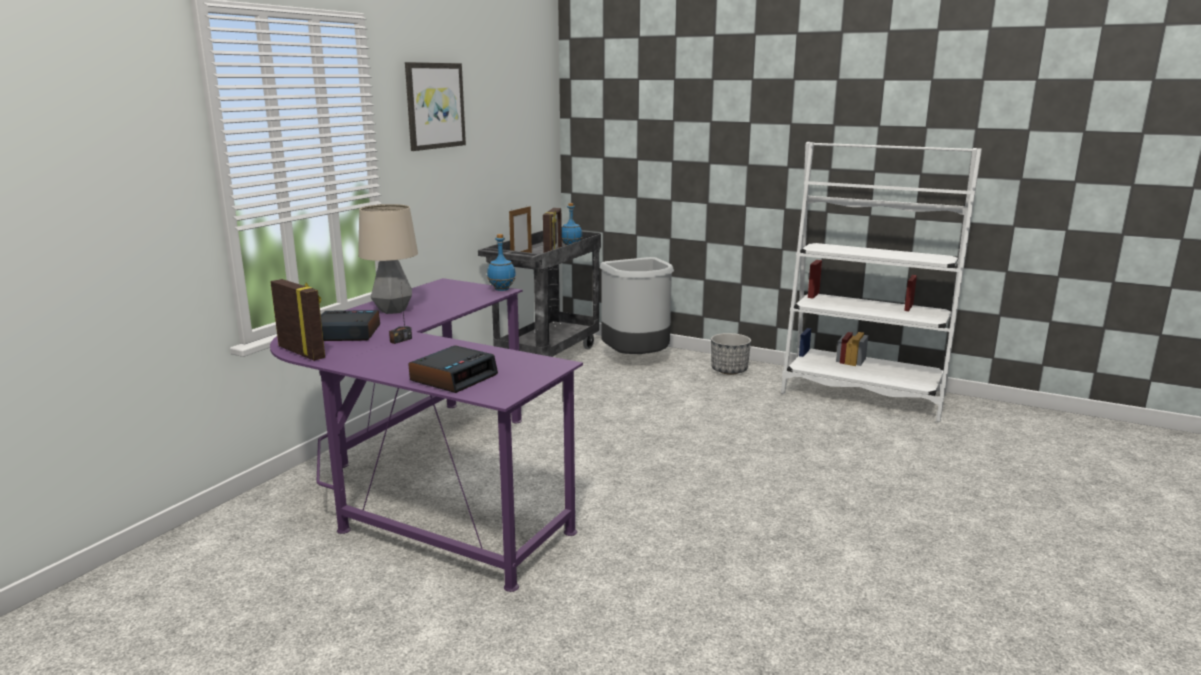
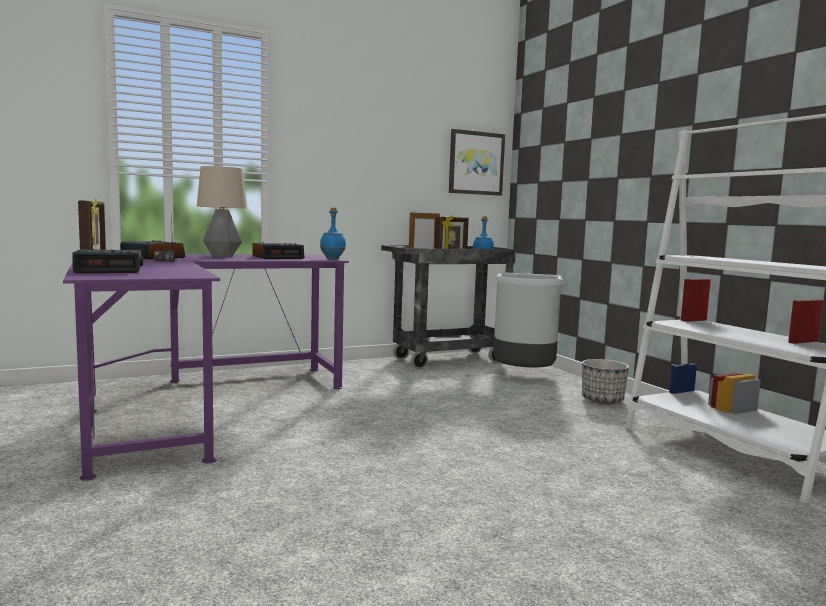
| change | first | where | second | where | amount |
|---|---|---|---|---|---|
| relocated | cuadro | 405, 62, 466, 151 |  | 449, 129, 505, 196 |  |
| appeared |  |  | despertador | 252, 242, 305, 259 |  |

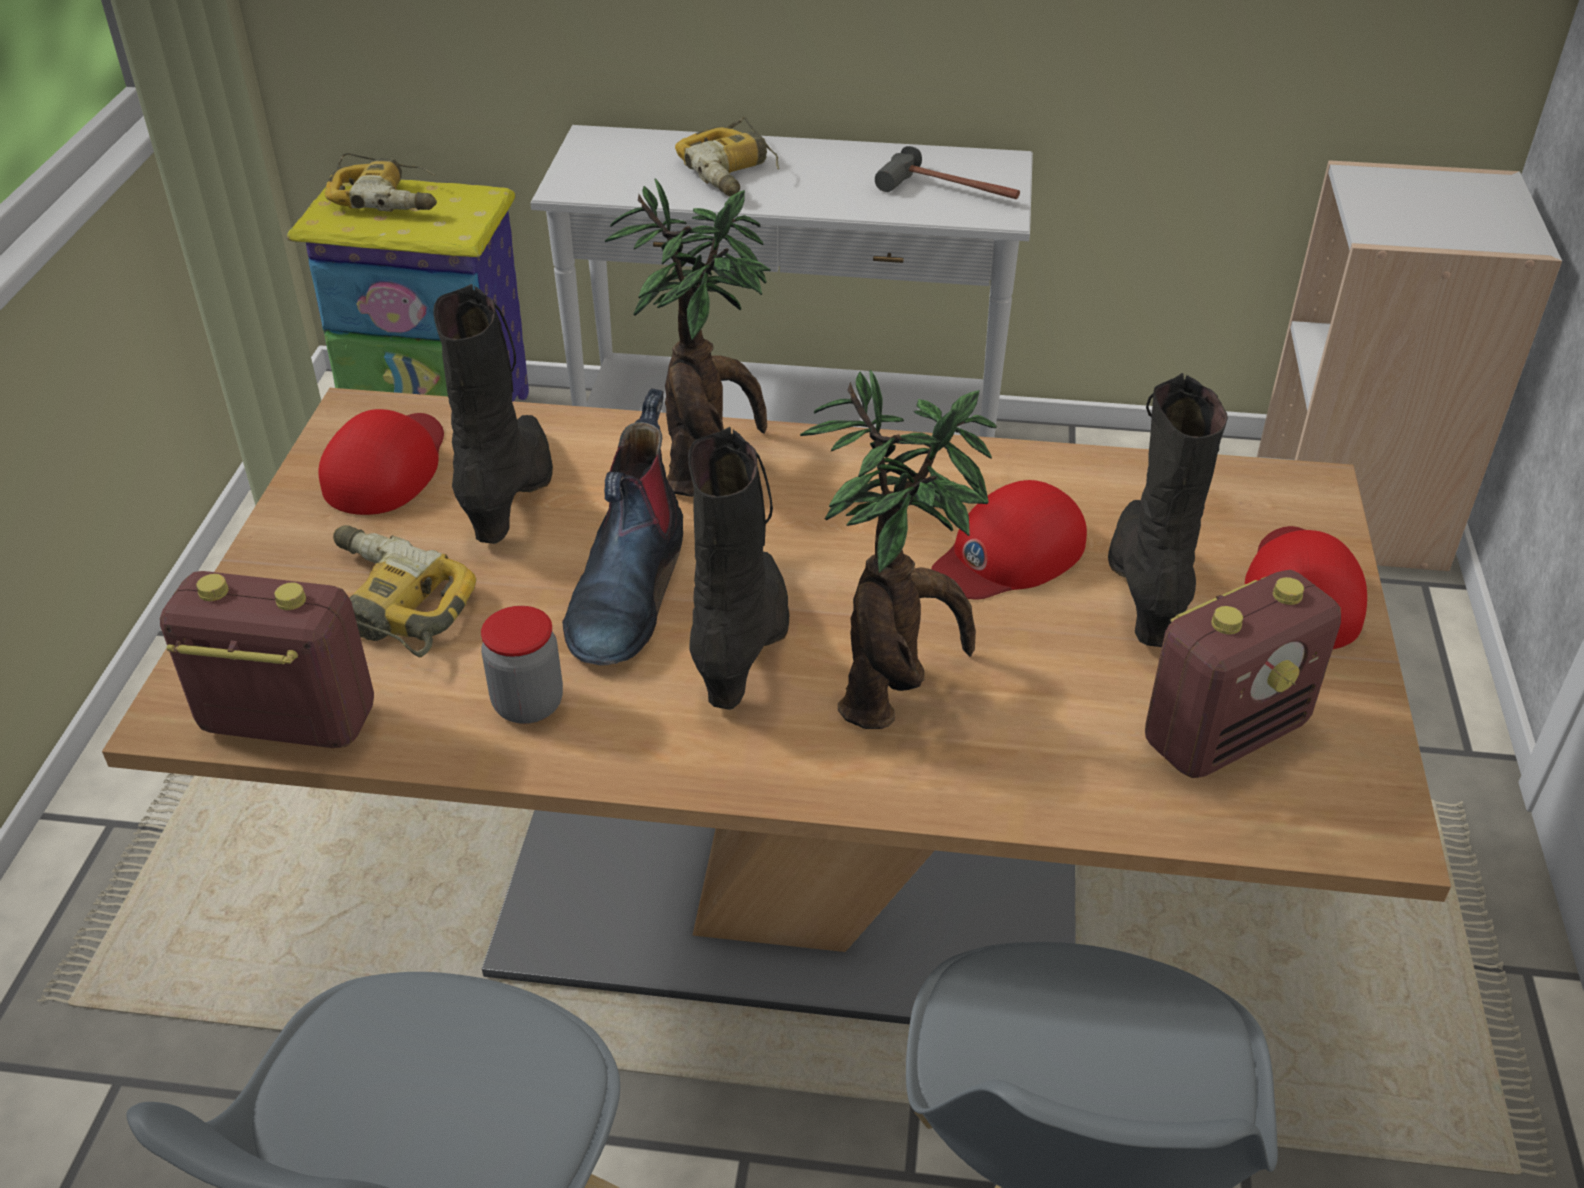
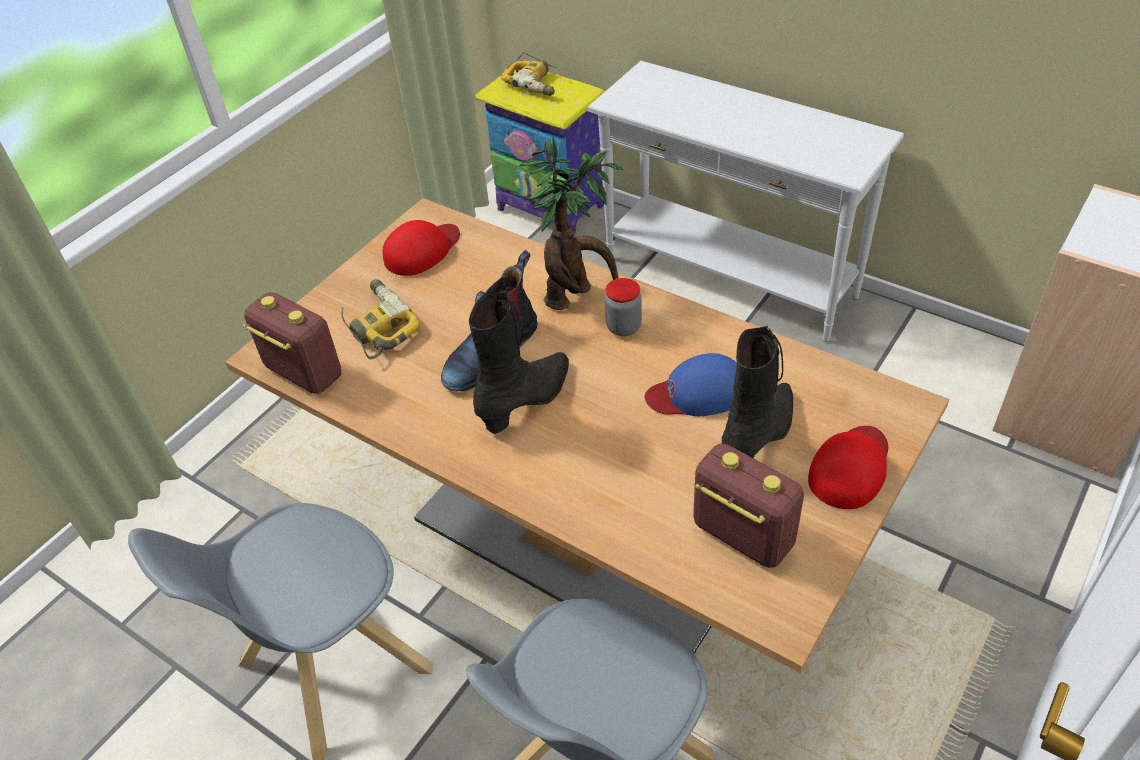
| change | first | where | second | where | amount |
|---|---|---|---|---|---|
| missing | bota [negro] | 433, 284, 553, 544 |  |  |  |
| relocated | tarro | 481, 606, 563, 724 |  | 605, 278, 642, 336 |  |
| missing | taladro | 675, 116, 780, 196 |  |  |  |
| missing | planta en maceta | 800, 370, 997, 729 |  |  |  |
| missing | martillo | 875, 146, 1020, 199 |  |  |  |
| colour | gorra [rojo] | 931, 480, 1087, 599 | gorra [azul] | 645, 353, 737, 416 |  |
| spun | radio | 1145, 570, 1341, 778 |  | 693, 444, 804, 568 | 135 degrees counterclockwise |

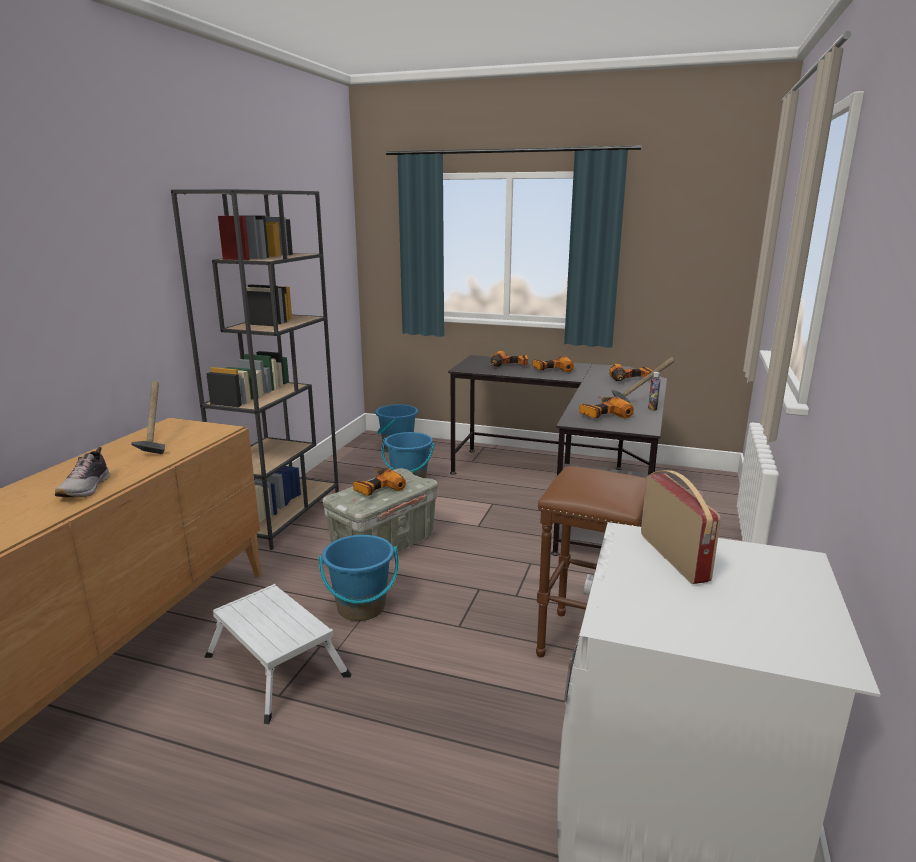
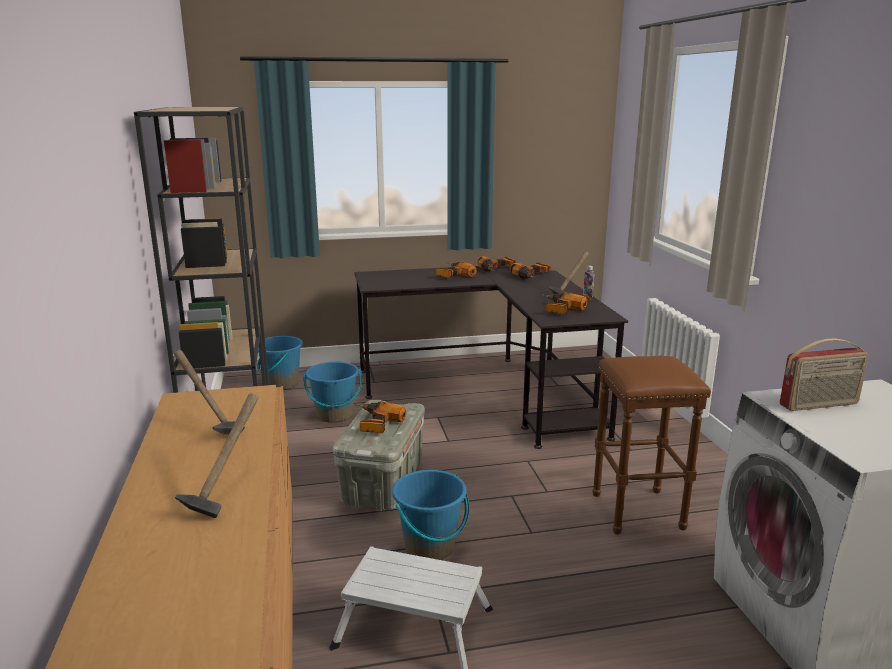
| change | first | where | second | where | amount |
|---|---|---|---|---|---|
| exchanged | zapato | 55, 447, 110, 498 | martillo | 175, 393, 258, 518 |  |
| relocated | taladro | 490, 351, 528, 366 |  | 478, 256, 517, 271 |  |
| spun | radio | 641, 470, 721, 584 |  | 780, 339, 869, 411 | 120 degrees clockwise |

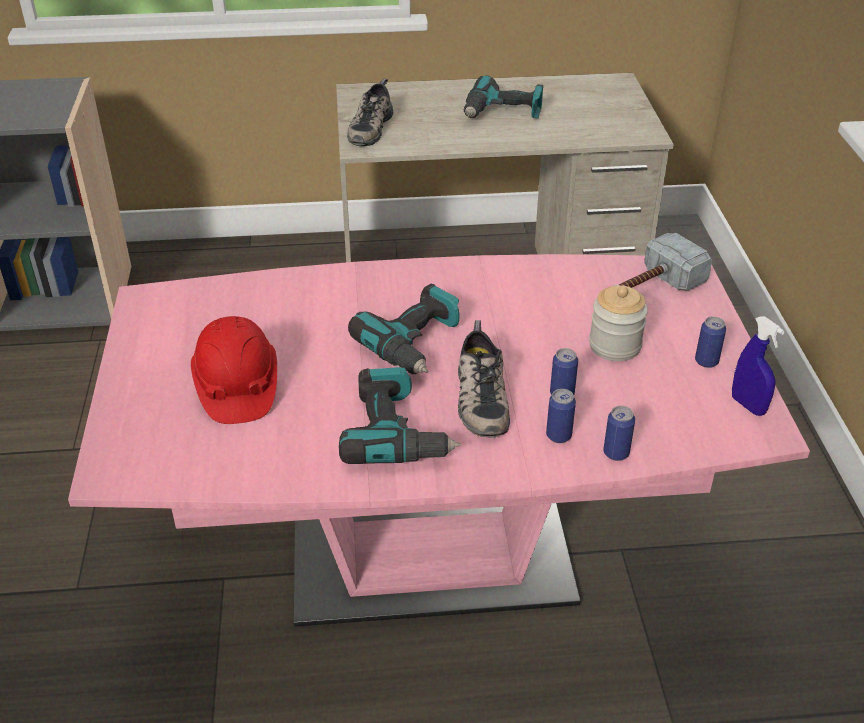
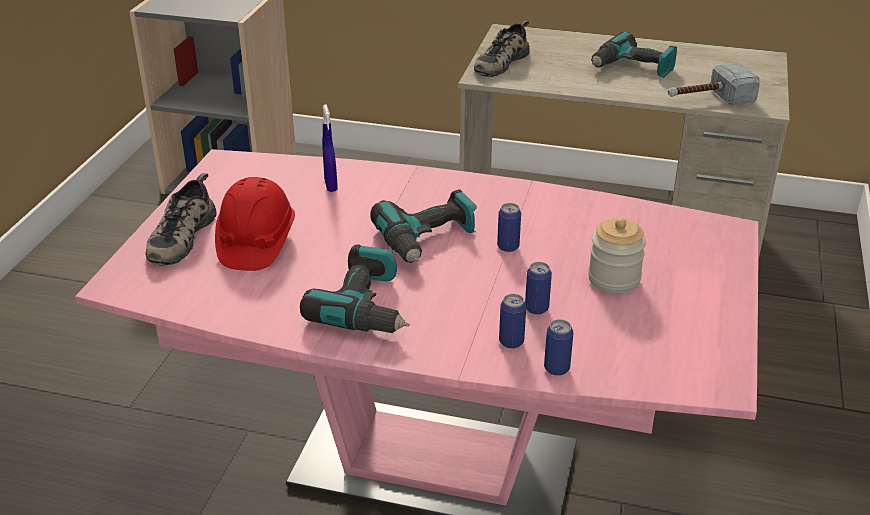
| change | first | where | second | where | amount |
|---|---|---|---|---|---|
| relocated | zapato | 458, 320, 510, 438 |  | 146, 173, 217, 265 |  |
| relocated | martillo | 613, 233, 712, 291 |  | 668, 63, 760, 105 |  |
| relocated | lata | 695, 316, 726, 368 |  | 497, 203, 521, 252 |  |
| relocated | pulverizador [azul] | 732, 316, 785, 416 |  | 322, 104, 338, 192 |  |

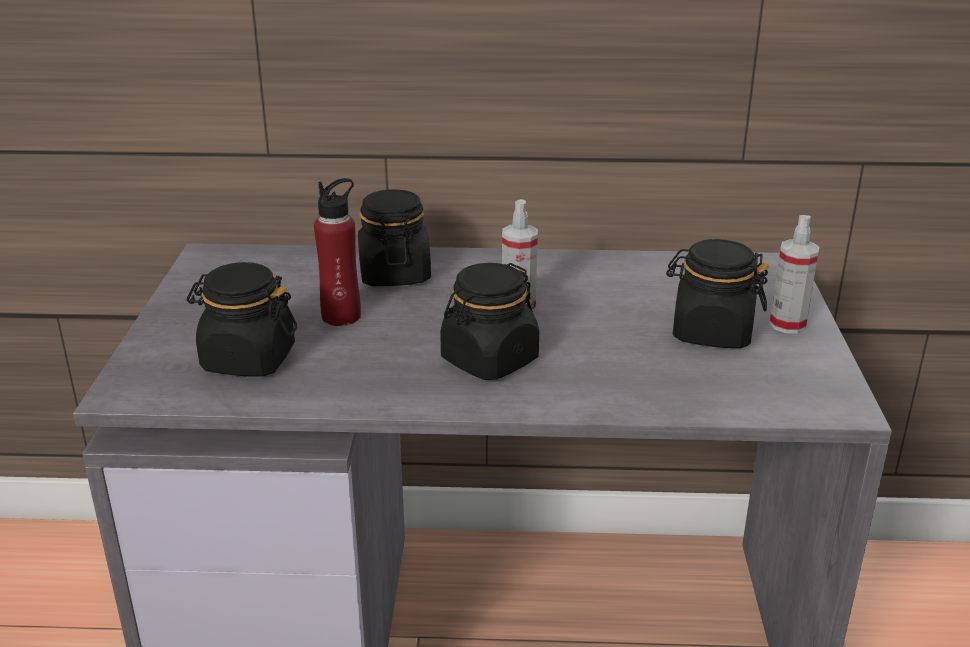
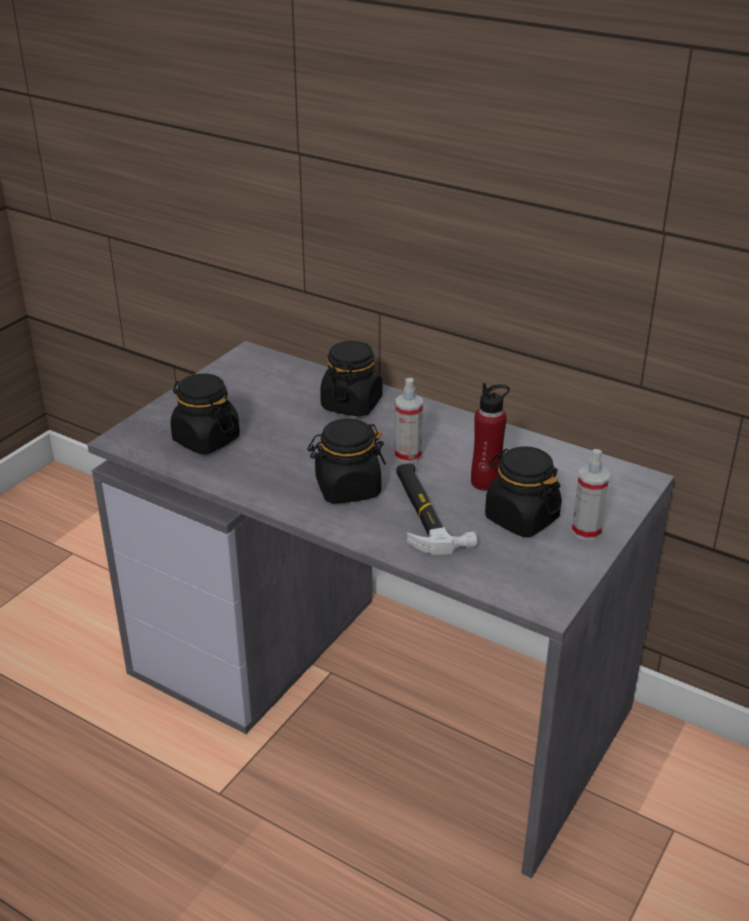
| change | first | where | second | where | amount |
|---|---|---|---|---|---|
| relocated | botella [rojo] | 314, 178, 361, 326 |  | 471, 383, 510, 491 |  |
| appeared |  |  | martillo | 396, 464, 478, 555 |  |

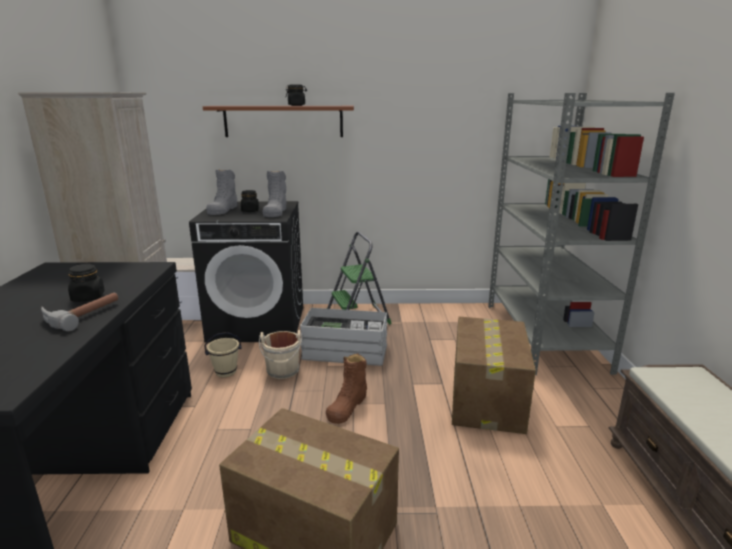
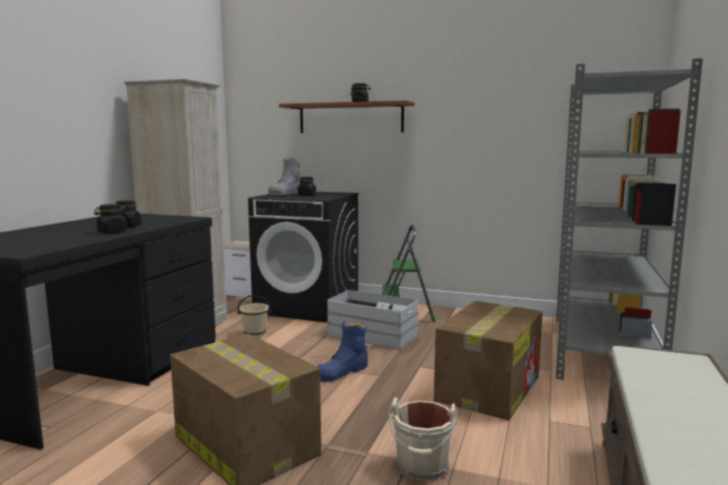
| change | first | where | second | where | amount |
|---|---|---|---|---|---|
| exchanged | martillo | 41, 293, 118, 331 | tarro [negro] | 94, 204, 128, 233 |  |
| relocated | cubo [beis] | 259, 330, 302, 379 |  | 389, 397, 458, 481 |  |
| missing | bota [gris] | 263, 171, 286, 217 |  |  |  |
| colour | bota [marrón] | 326, 353, 367, 424 | bota [azul] | 317, 321, 368, 382 |  |

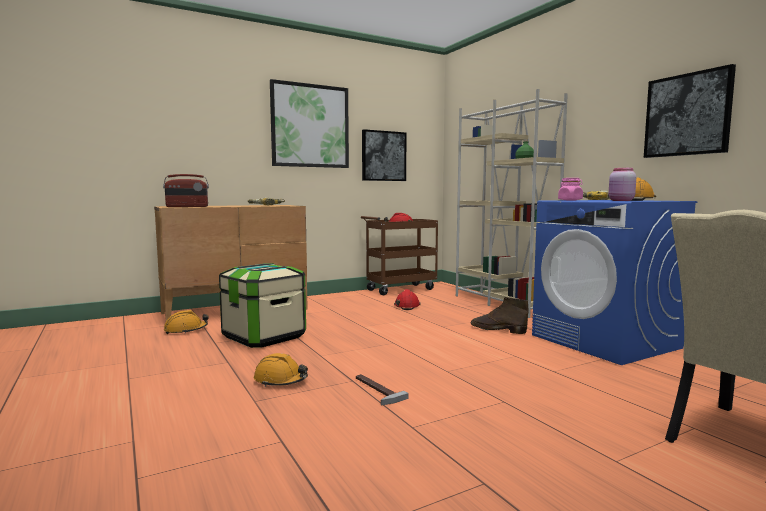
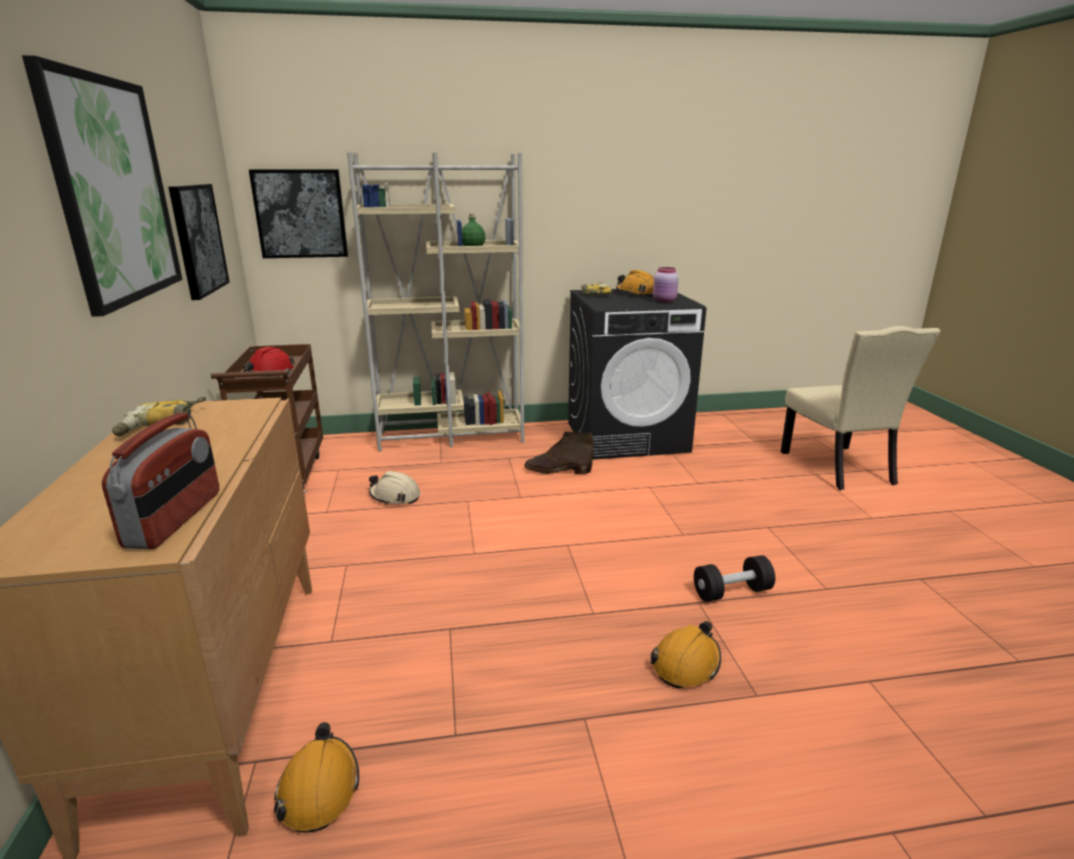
| change | first | where | second | where | amount |
|---|---|---|---|---|---|
| missing | caja de almacenaje | 219, 263, 306, 348 |  |  |  |
| exchanged | martillo | 356, 374, 409, 406 | mancuerna [negro] | 694, 555, 775, 602 |  |
| colour | casco [rojo] | 394, 289, 421, 310 | casco [beis] | 369, 471, 421, 505 |  |
| spun | bota [marrón] | 471, 297, 528, 334 |  | 524, 431, 593, 474 | 45 degrees clockwise |
| colour | lavadora [azul] | 532, 200, 698, 365 | lavadora [negro] | 568, 289, 706, 460 |  |
| missing | tarro [rosa] | 558, 178, 583, 200 |  |  |  |
| relocated | cuadro | 644, 64, 736, 158 |  | 249, 170, 348, 258 |  |

